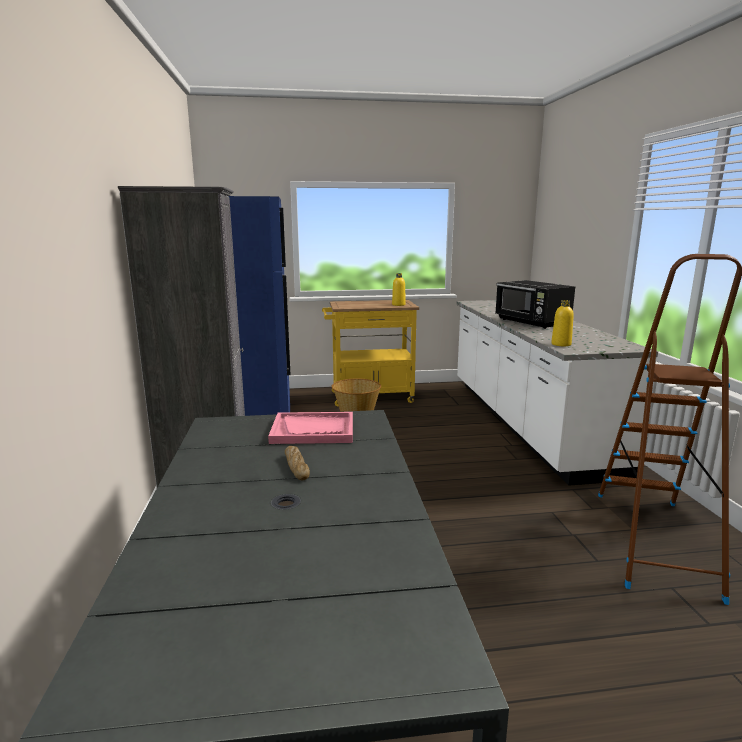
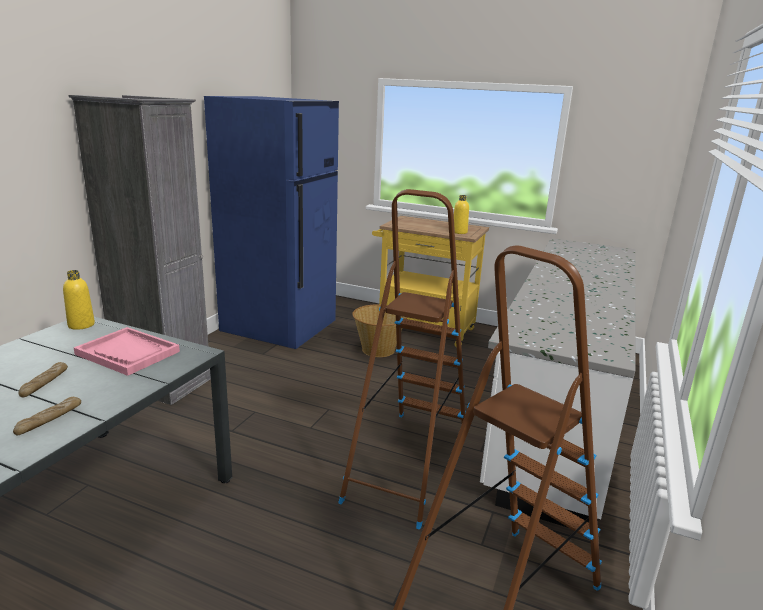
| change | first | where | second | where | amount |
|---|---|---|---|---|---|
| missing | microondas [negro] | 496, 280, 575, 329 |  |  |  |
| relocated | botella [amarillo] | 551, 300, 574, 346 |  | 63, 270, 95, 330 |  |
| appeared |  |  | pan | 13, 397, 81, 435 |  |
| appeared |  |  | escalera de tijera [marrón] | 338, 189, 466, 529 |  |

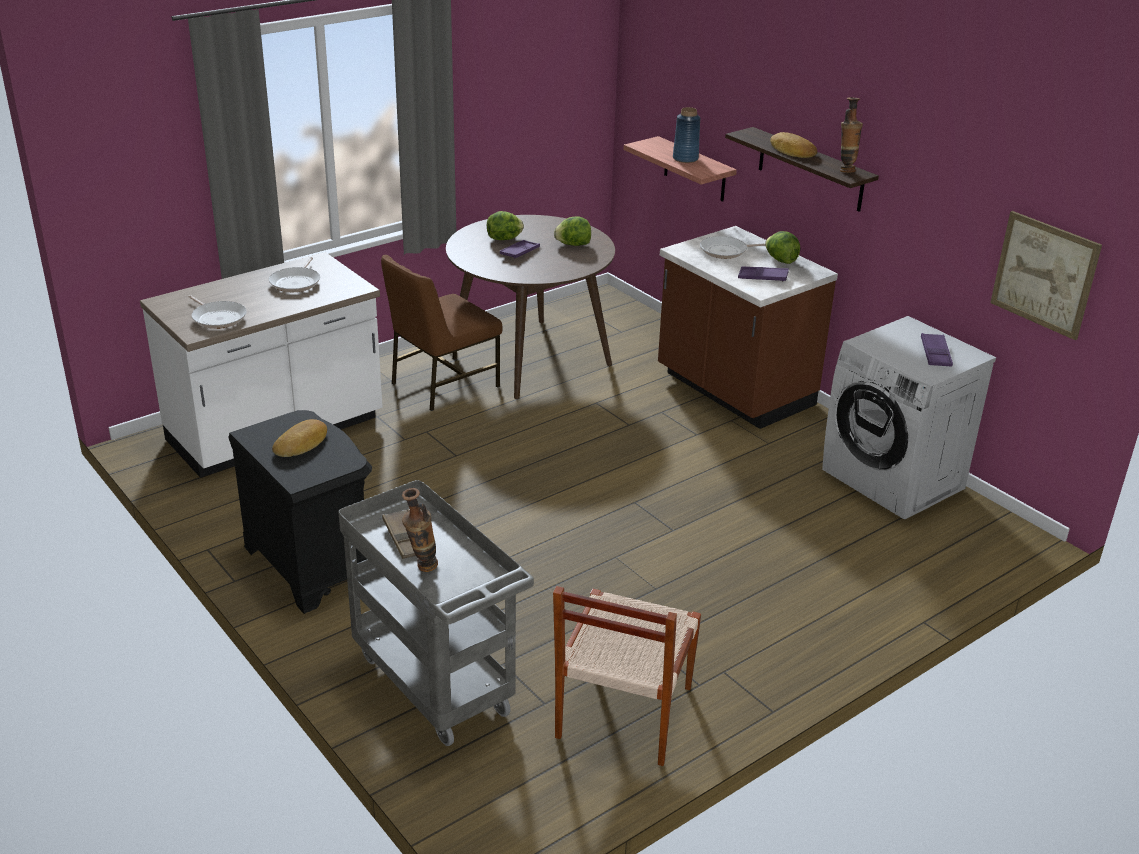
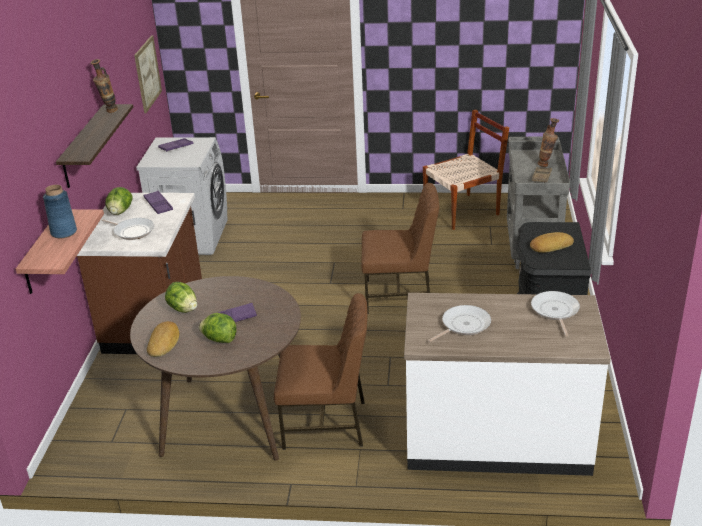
| change | first | where | second | where | amount |
|---|---|---|---|---|---|
| relocated | pan | 770, 132, 817, 158 |  | 147, 321, 179, 357 |  |
| appeared |  |  | silla [marrón] | 361, 183, 439, 314 |  |

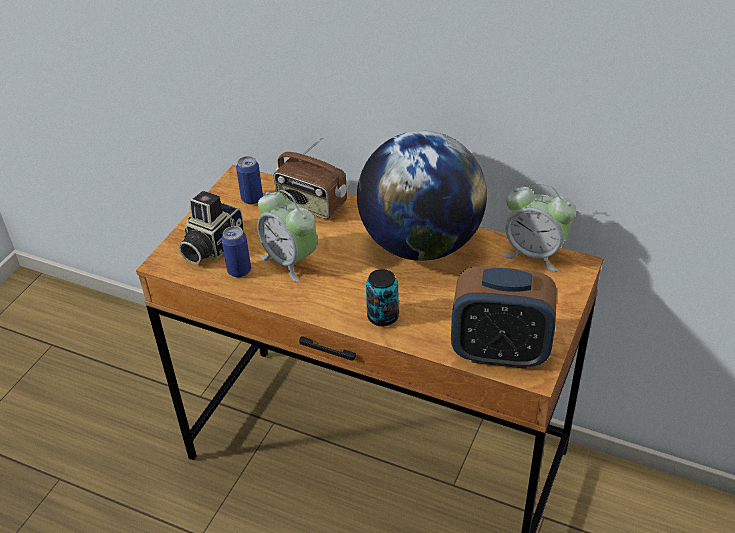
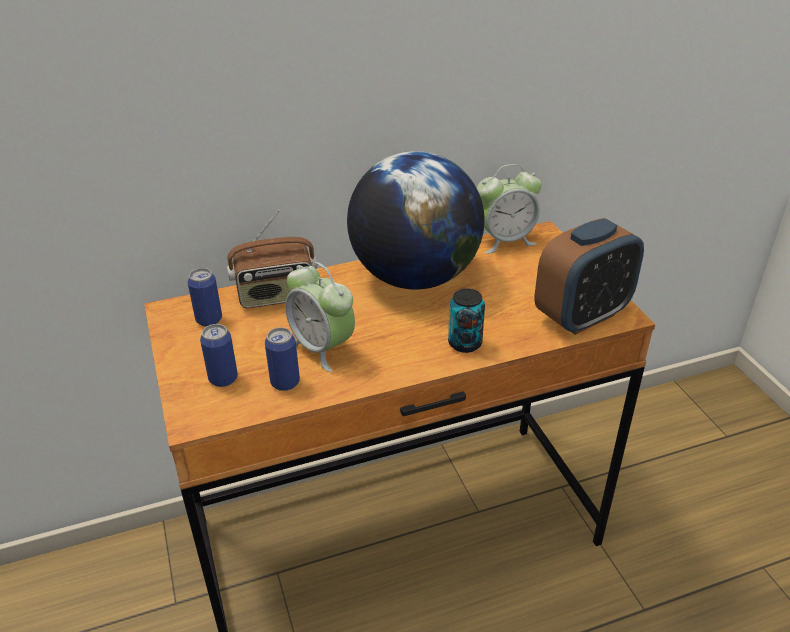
| change | first | where | second | where | amount |
|---|---|---|---|---|---|
| exchanged | cámara | 178, 191, 244, 264 | lata | 200, 324, 238, 387 |  |
| spun | despertador | 257, 190, 317, 282 |  | 285, 262, 355, 372 | 45 degrees clockwise |

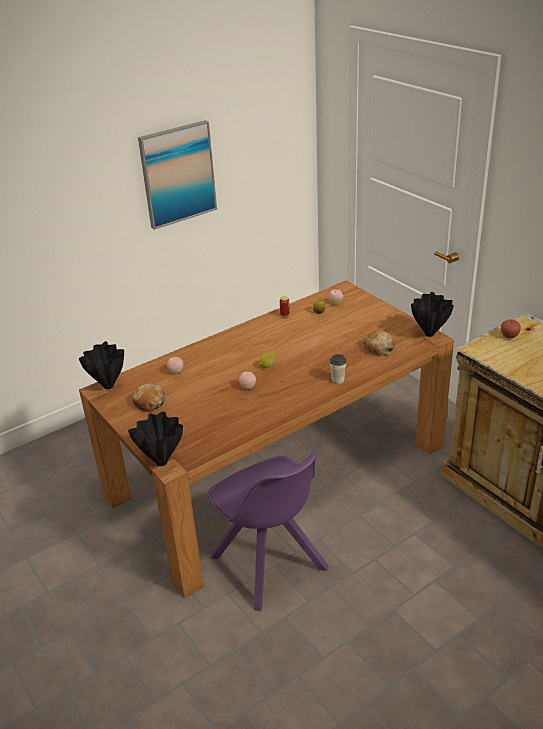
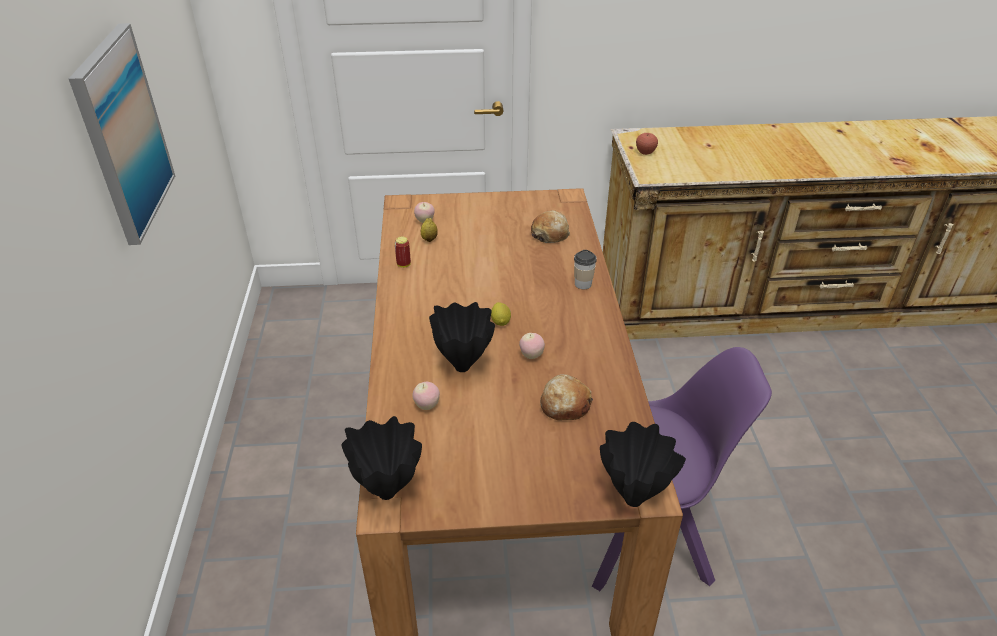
| change | first | where | second | where | amount |
|---|---|---|---|---|---|
| relocated | pan | 132, 384, 165, 412 |  | 540, 374, 593, 420 |  |
| relocated | florero [negro] | 411, 292, 454, 337 |  | 429, 302, 495, 372 |  |

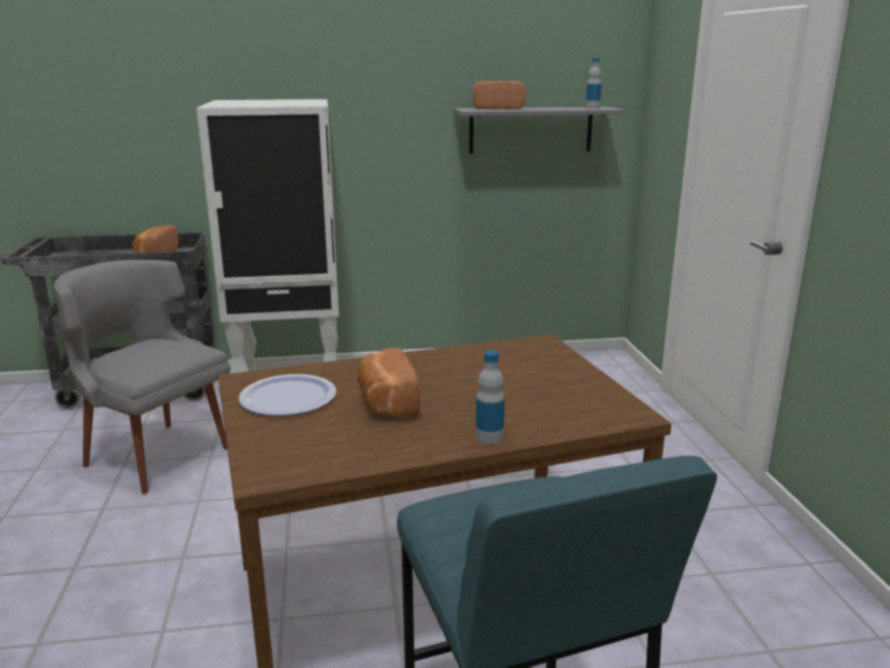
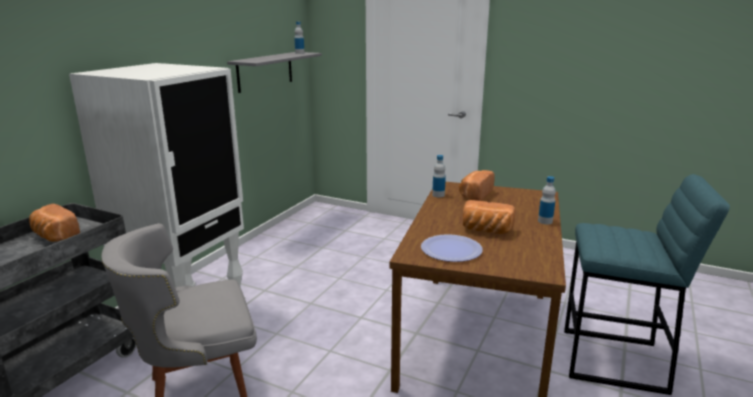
| change | first | where | second | where | amount |
|---|---|---|---|---|---|
| relocated | pan | 473, 81, 525, 109 |  | 459, 170, 494, 201 |  |
| appeared |  |  | botella | 432, 155, 446, 197 |  |

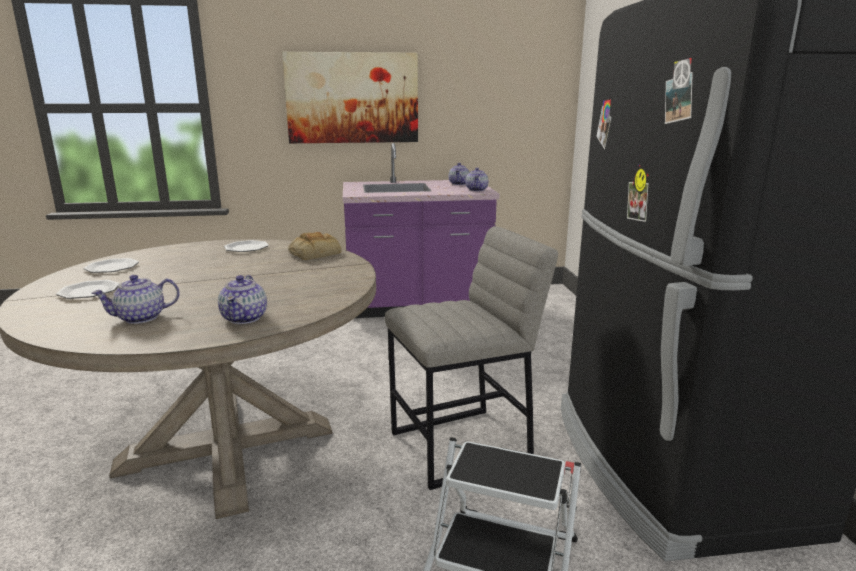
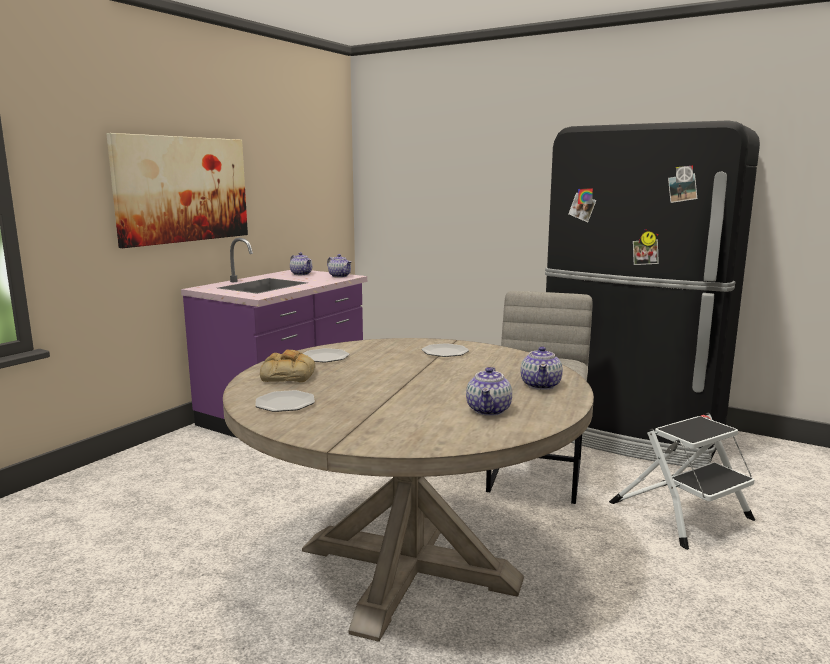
| change | first | where | second | where | amount |
|---|---|---|---|---|---|
| relocated | plato | 56, 280, 120, 299 |  | 421, 343, 469, 357 |  |
| spun | tetera | 218, 275, 267, 324 |  | 520, 346, 563, 390 | 60 degrees clockwise |
| relocated | pan | 288, 232, 341, 260 |  | 260, 349, 315, 382 |  |

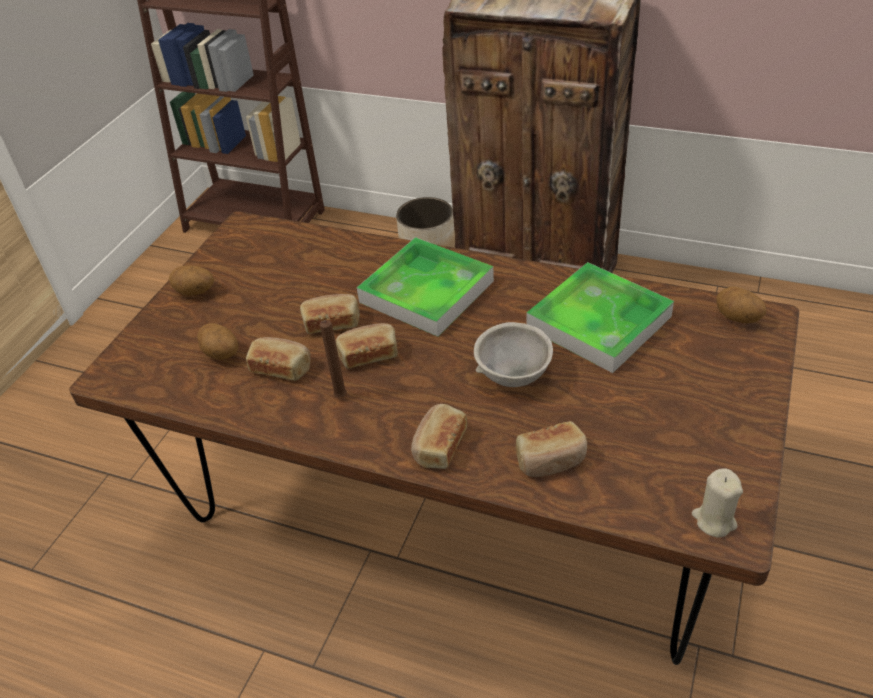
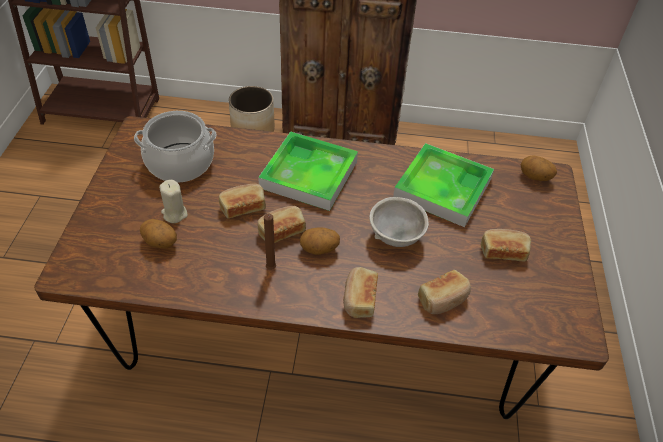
| change | first | where | second | where | amount |
|---|---|---|---|---|---|
| relocated | patata | 169, 266, 214, 296 |  | 300, 227, 340, 255 |  |
| relocated | pan | 246, 337, 311, 381 |  | 481, 229, 531, 261 |  |
| relocated | vela [beis] | 692, 469, 743, 537 |  | 159, 180, 188, 223 |  |
| appeared |  |  | olla | 134, 111, 217, 183 |  |

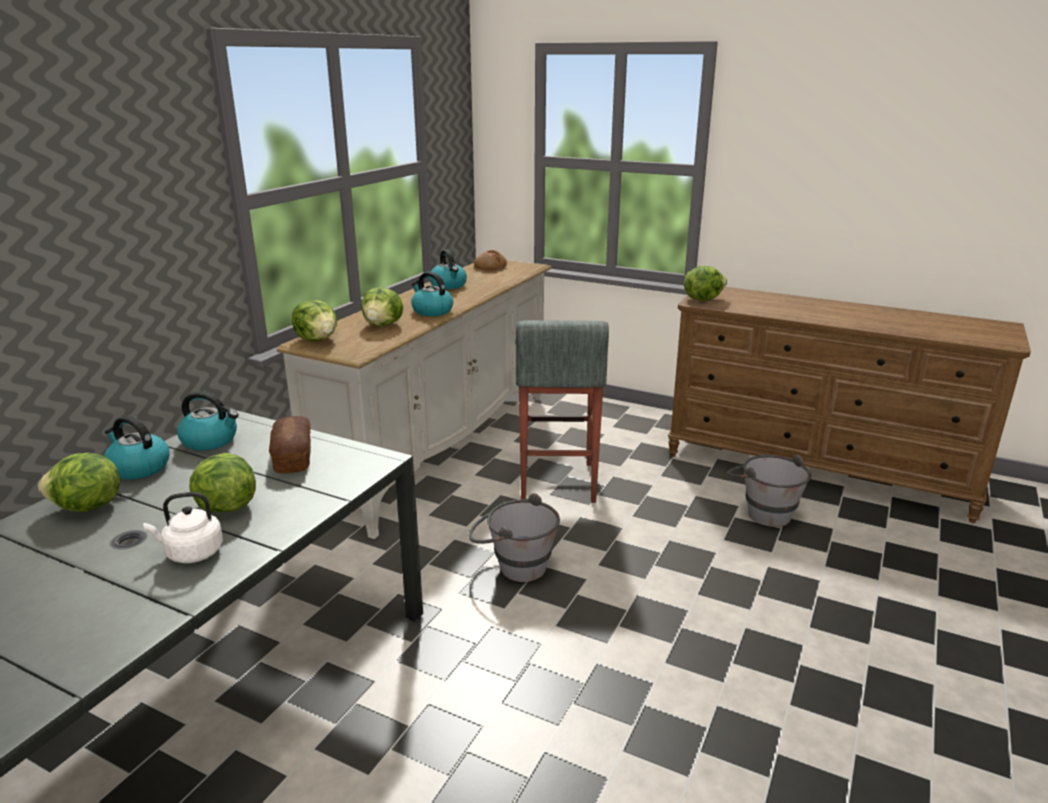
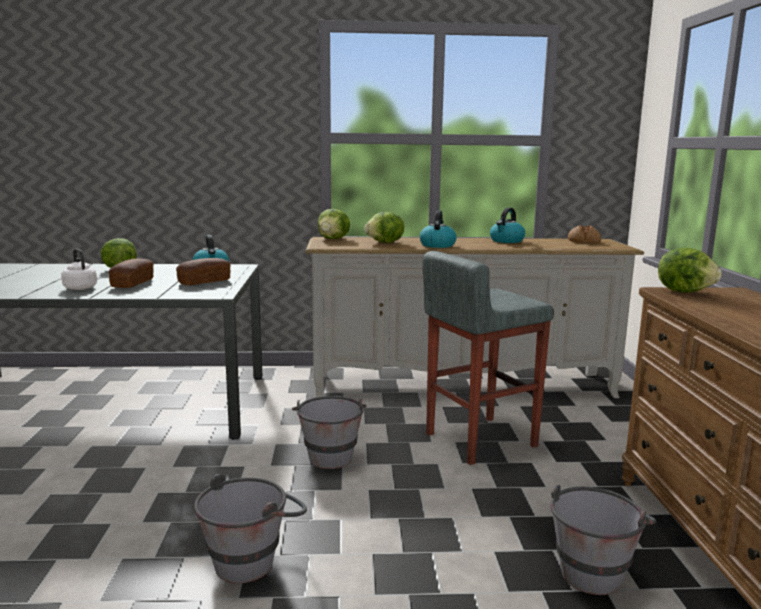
| change | first | where | second | where | amount |
|---|---|---|---|---|---|
| missing | hervidor | 104, 415, 170, 479 |  |  |  |
| exchanged | lechuga | 190, 453, 256, 512 | pan | 109, 258, 154, 288 |  |
| appeared |  |  | cubo [gris] | 194, 474, 307, 584 |  |

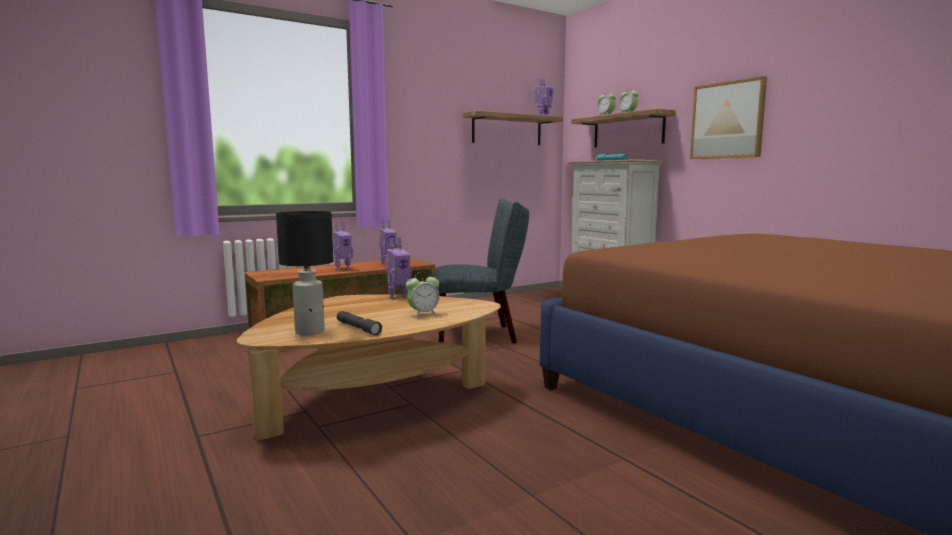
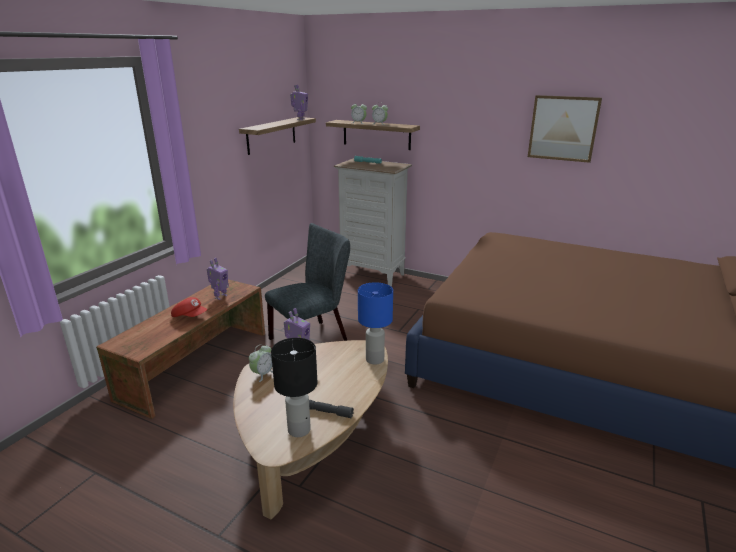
| change | first | where | second | where | amount |
|---|---|---|---|---|---|
| exchanged | robot de juguete | 333, 222, 353, 270 | gorra [rojo] | 171, 297, 207, 317 |  |
| relocated | despertador | 406, 272, 440, 318 |  | 249, 344, 273, 382 |  |
| relocated | cuadro | 690, 76, 767, 159 |  | 528, 95, 602, 163 |  |
| appeared |  |  | lámpara de mesa [azul] | 358, 282, 393, 365 |  |

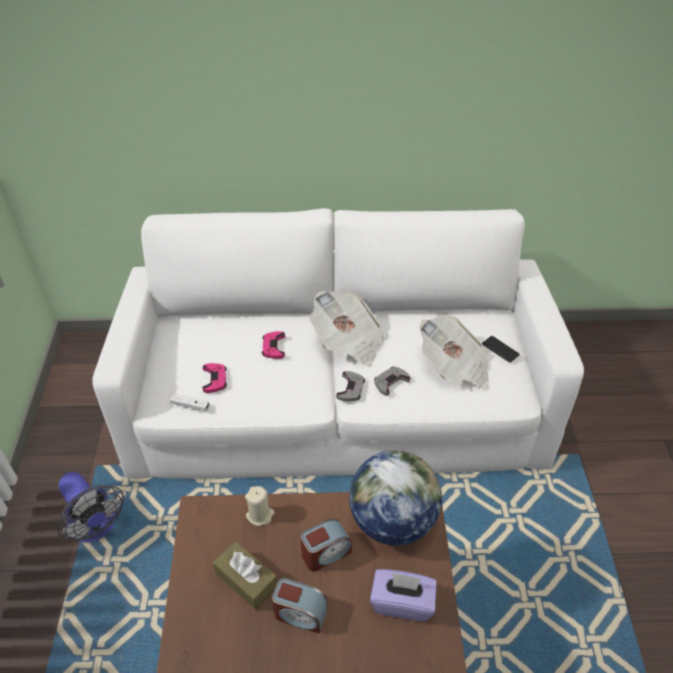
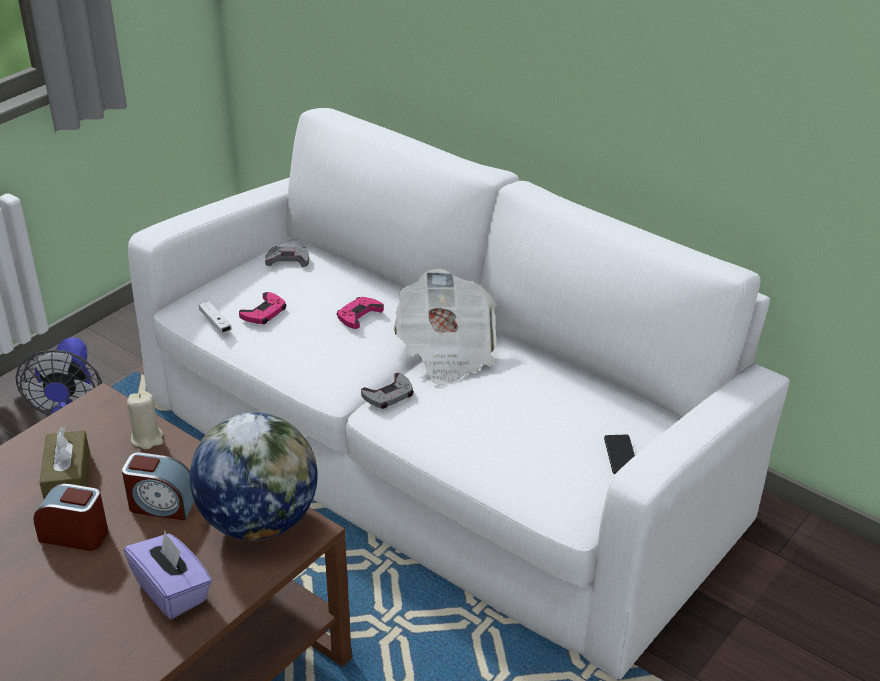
| change | first | where | second | where | amount |
|---|---|---|---|---|---|
| spun | despertador | 272, 578, 327, 633 |  | 33, 484, 108, 551 | 135 degrees clockwise |
| relocated | mando de consola [gris] | 374, 366, 411, 396 |  | 265, 246, 309, 267 |  |
| missing | periódico | 419, 315, 489, 389 |  |  |  |

